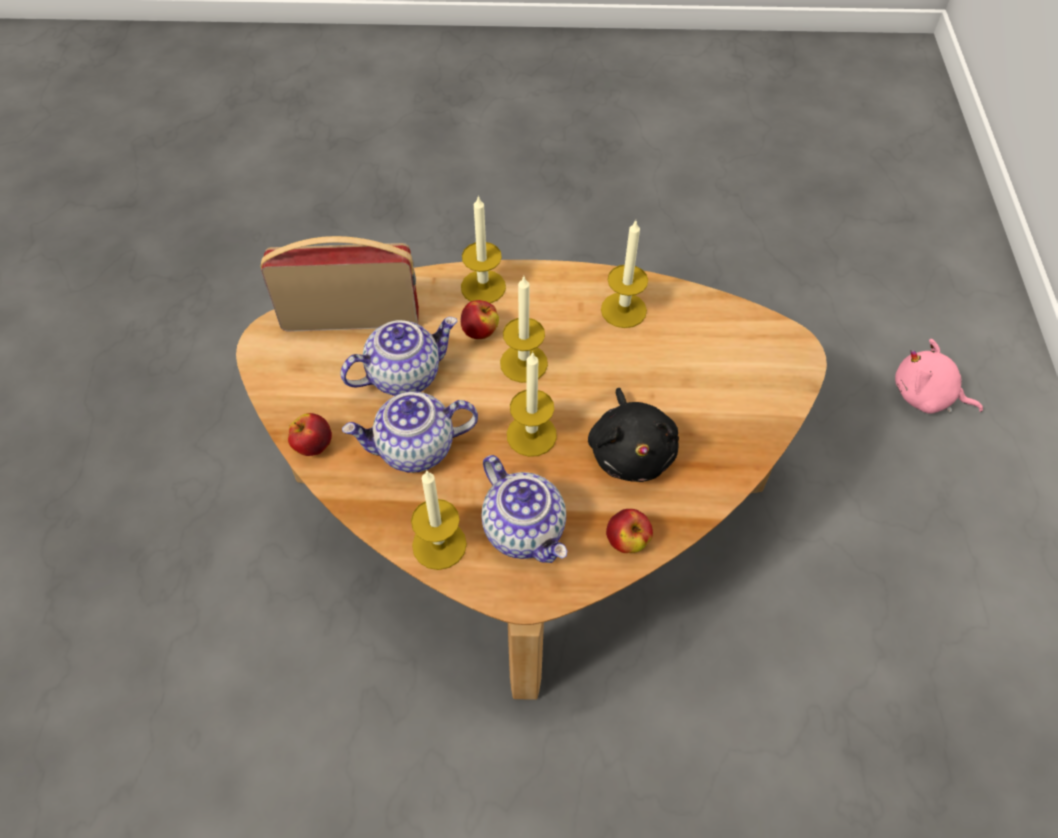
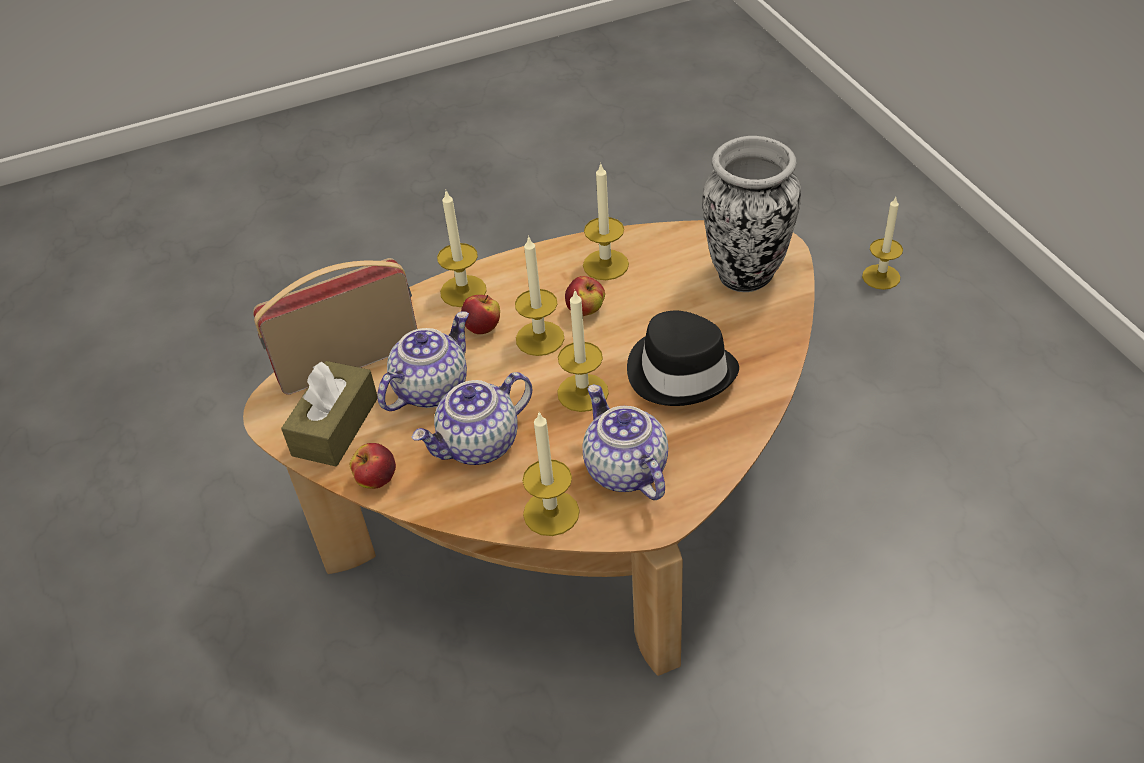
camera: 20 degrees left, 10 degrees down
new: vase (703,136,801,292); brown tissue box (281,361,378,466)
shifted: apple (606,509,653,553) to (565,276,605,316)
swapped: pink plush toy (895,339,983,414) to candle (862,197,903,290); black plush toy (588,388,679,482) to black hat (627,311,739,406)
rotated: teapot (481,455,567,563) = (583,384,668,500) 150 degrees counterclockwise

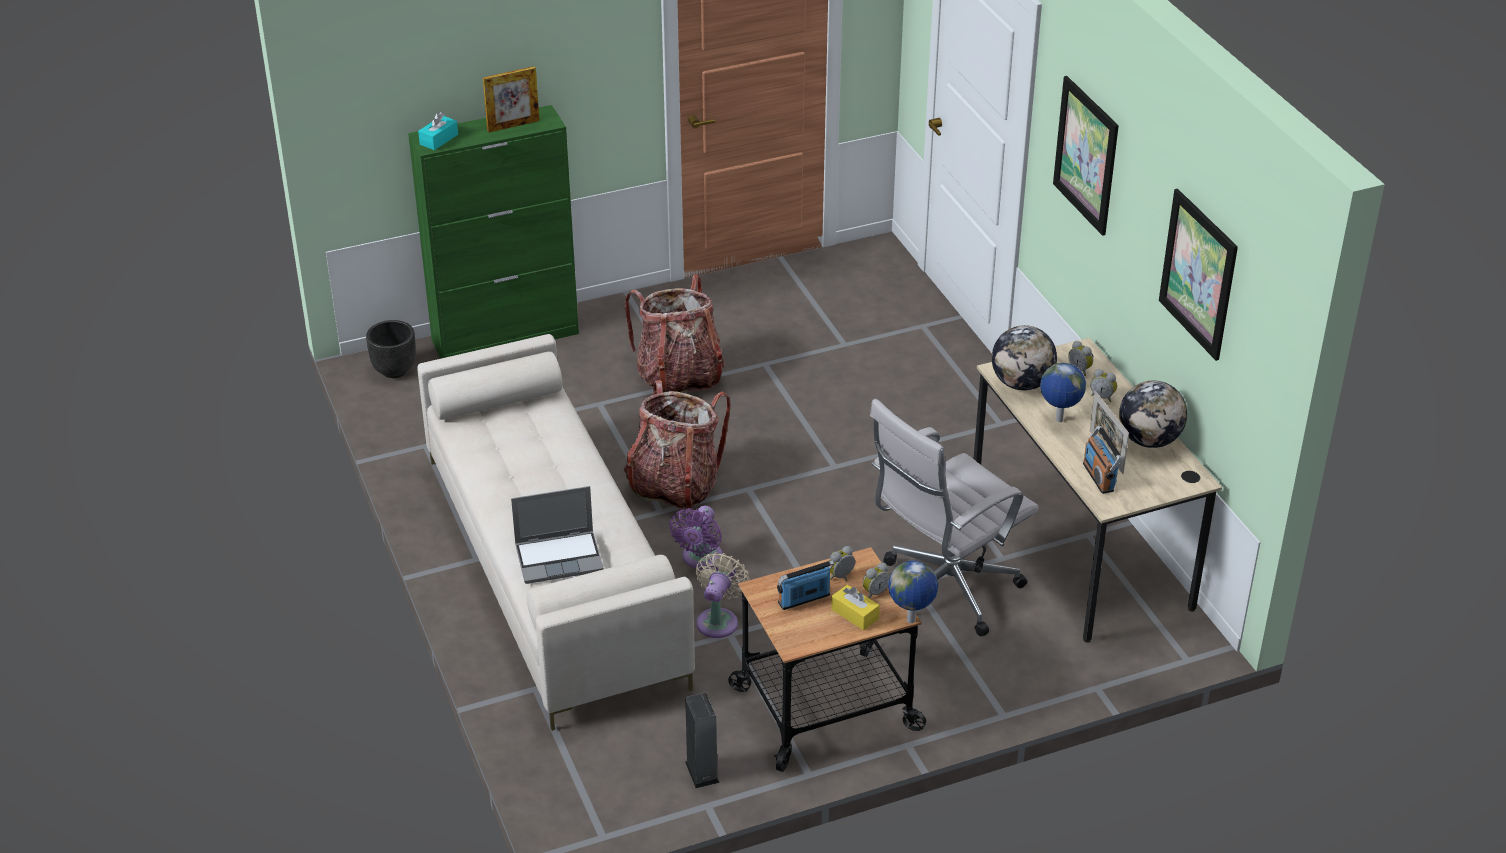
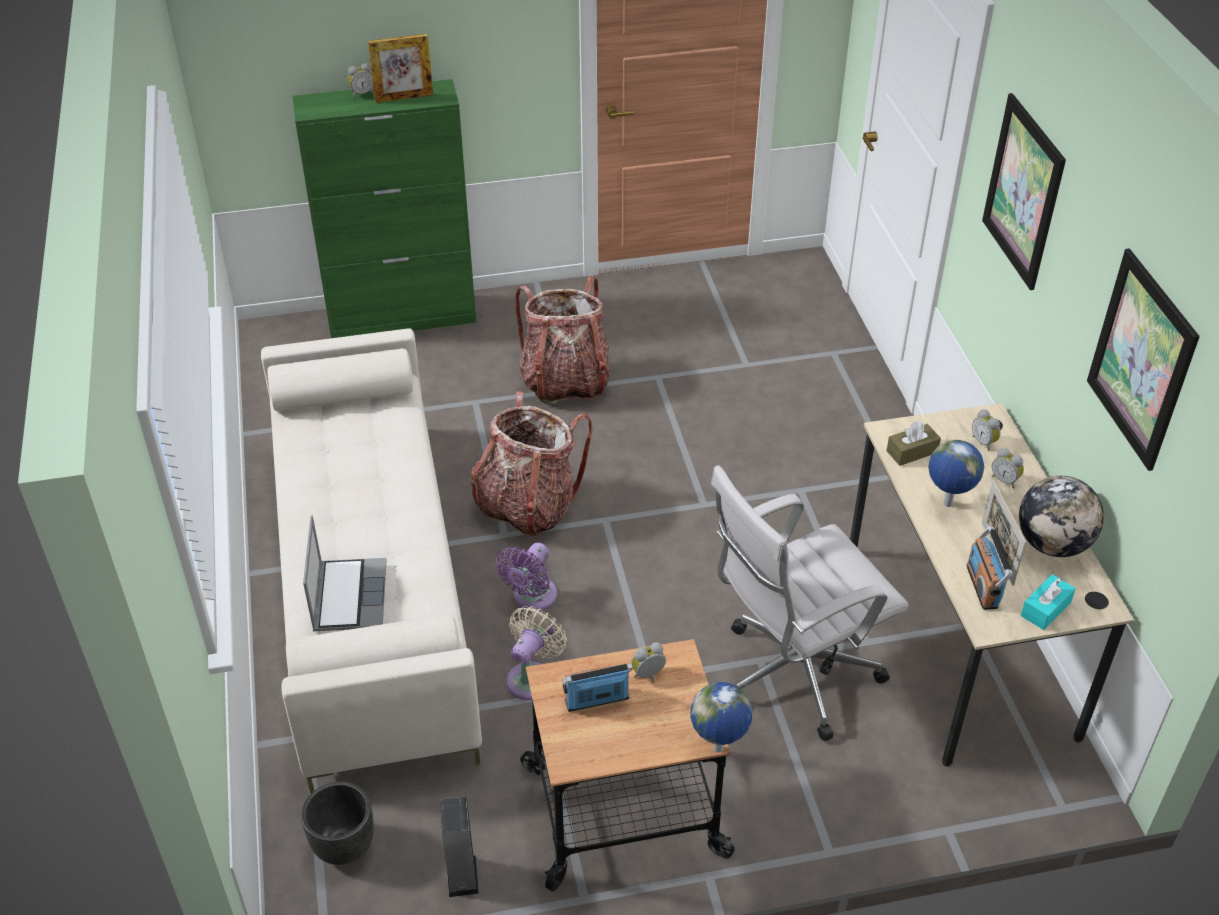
camera: 10 degrees right, 5 degrees up
gone: yellow tissue box (831,585,880,630)
shifted: turquoise tissue box (418,112,458,150) to (1021,574,1076,630); black planter (366,320,416,378) to (301,782,374,865); alarm clock (863,563,890,599) to (347,63,374,98)
swapped: globe (992,325,1057,391) to brown tissue box (886,421,941,466)
rotated: laptop (511,486,604,584) = (303,515,386,631) 90 degrees counterclockwise

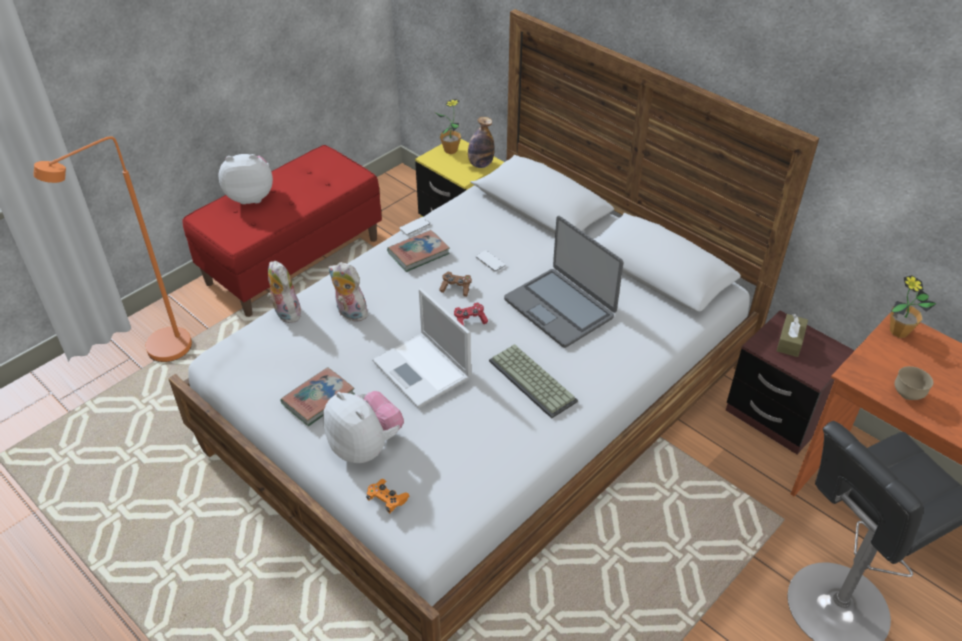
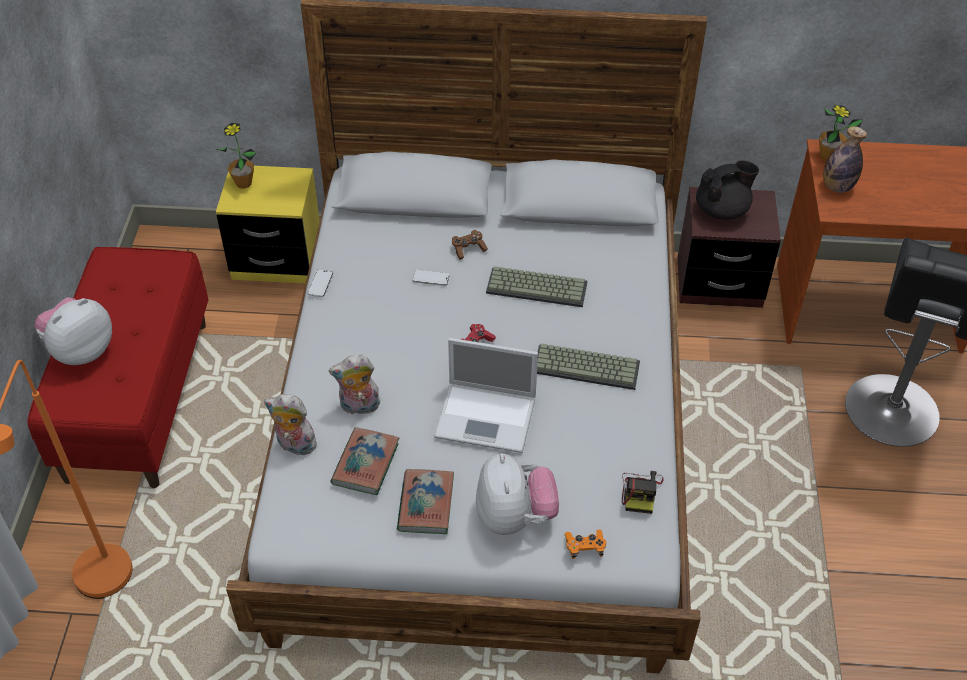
camera: 40 degrees left, 5 degrees up
gone: brown bowl (894,366,933,400)
new: photo camera (622,471,664,514)
shifted: bottle (468,117,495,168) to (823,126,867,193); book (387,230,450,272) to (331,427,399,495); brown game controller (439,272,472,297) to (452,230,488,260)
swapped: laptop (504,216,623,348) to keyboard (486,266,588,307); brown tissue box (777,314,808,357) to black teapot (696,160,759,220)
rotated: plush toy (323,391,404,463) = (476,453,559,535) 75 degrees clockwise

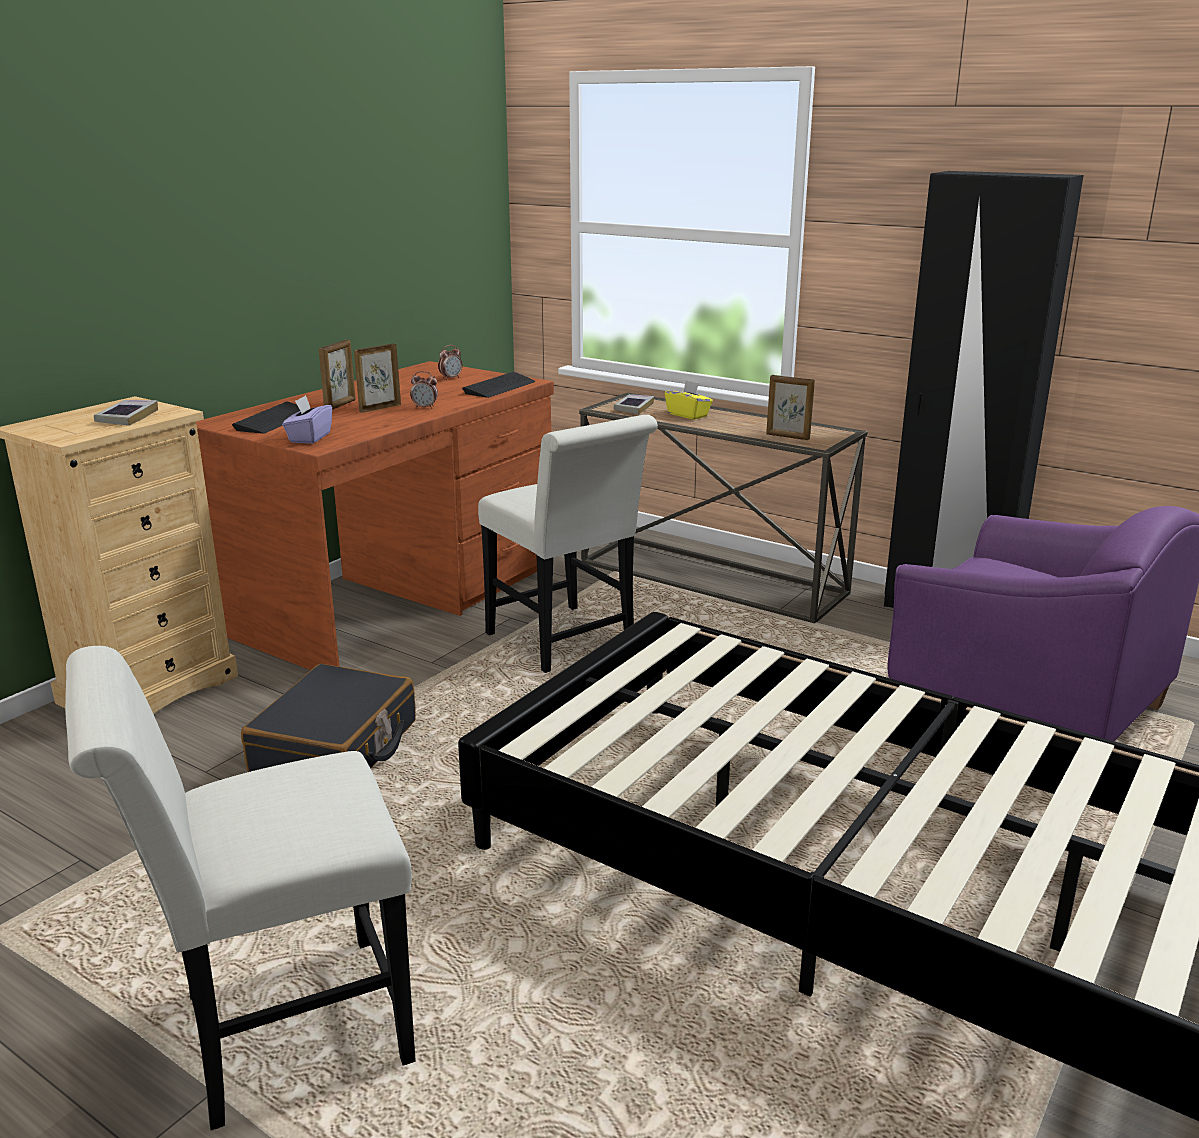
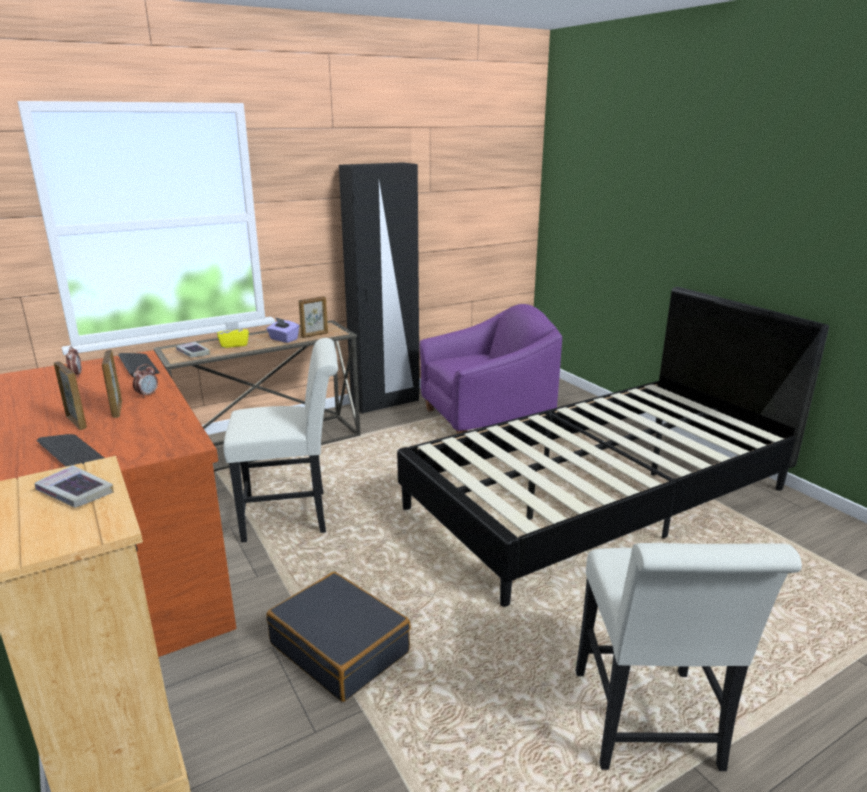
camera: 65 degrees left, 0 degrees up
shifted: purple tissue box (282,395,332,444) to (266,317,299,343)

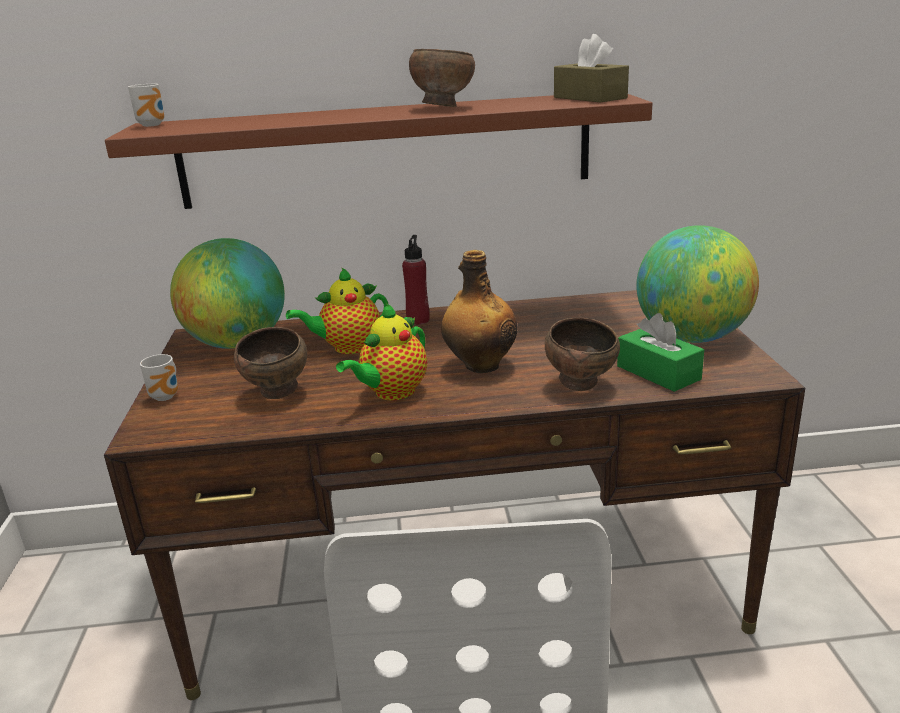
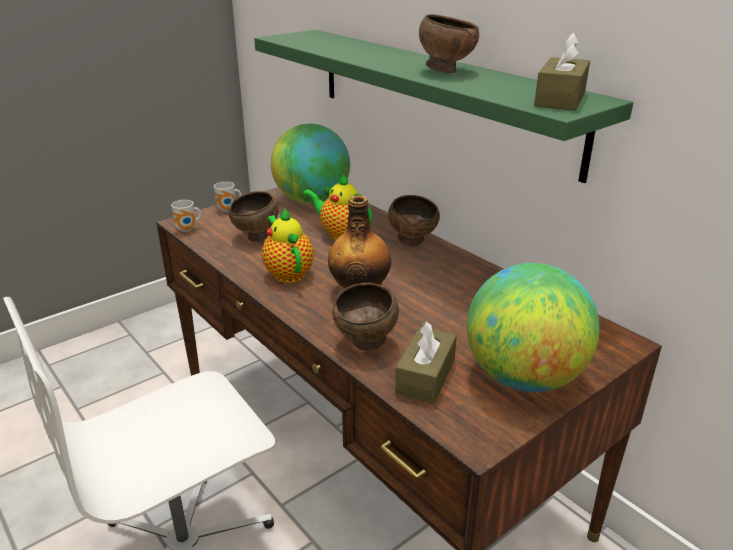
camera: 55 degrees right, 5 degrees up
shifted: mug (128,84,164,127) to (171,200,201,232)
swapped: red bottle (402,235,430,325) to brown bowl (388,195,440,246)
repainted: brown shelf (105,94,652,209) to green shelf (254,30,633,183); green tissue box (617,313,704,392) to brown tissue box (395,321,457,404)
rotated: teapot (336,303,427,401) = (262,207,314,283) 60 degrees clockwise

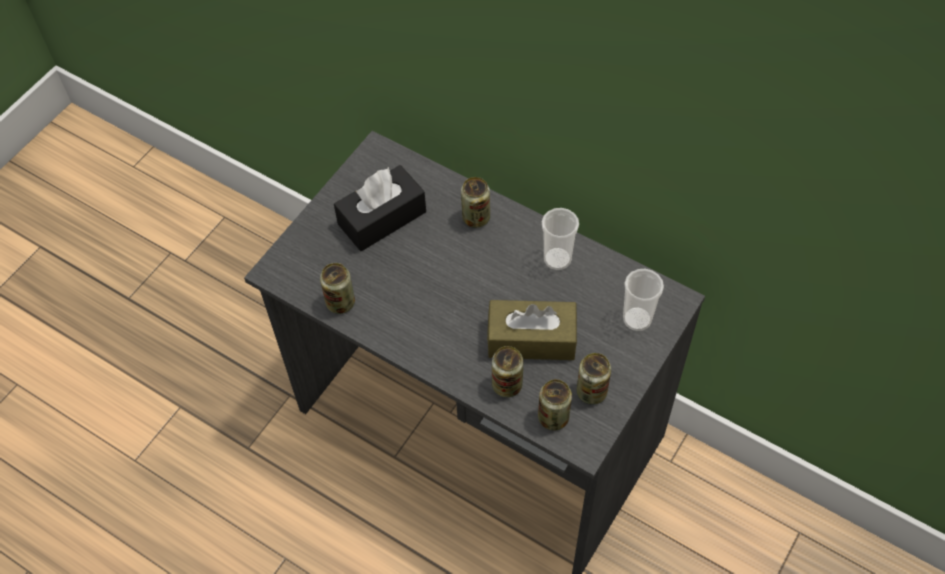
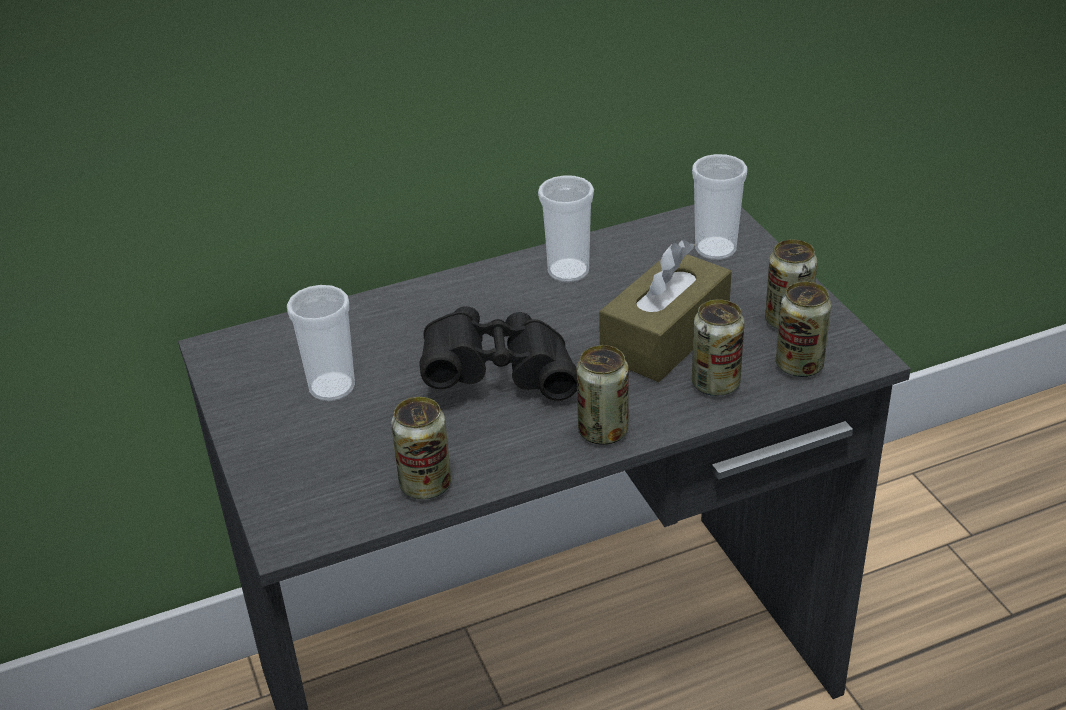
camera: 55 degrees left, 20 degrees down
new: black binoculars (420,306,577,401)
shifted: can (461,177,490,228) to (576,345,629,445)
swapped: black tissue box (334,165,426,251) to cup (287,285,355,401)

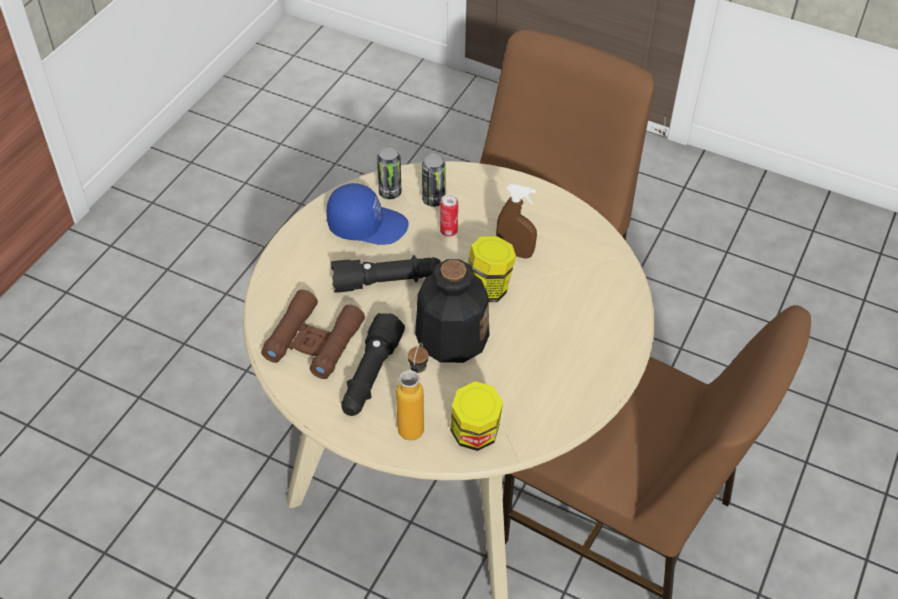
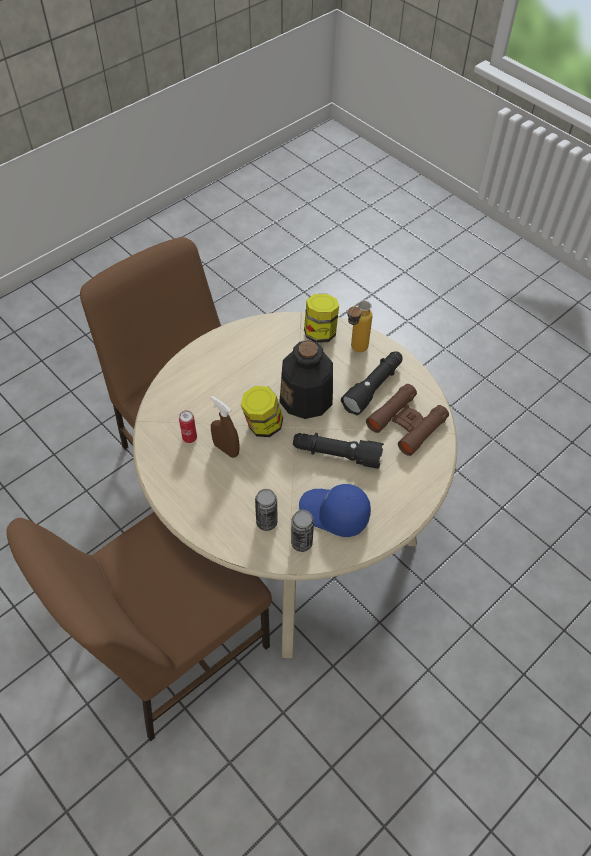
camera: 160 degrees left, 5 degrees up
shifted: can (440,194,458,237) to (179,410,197,443)

